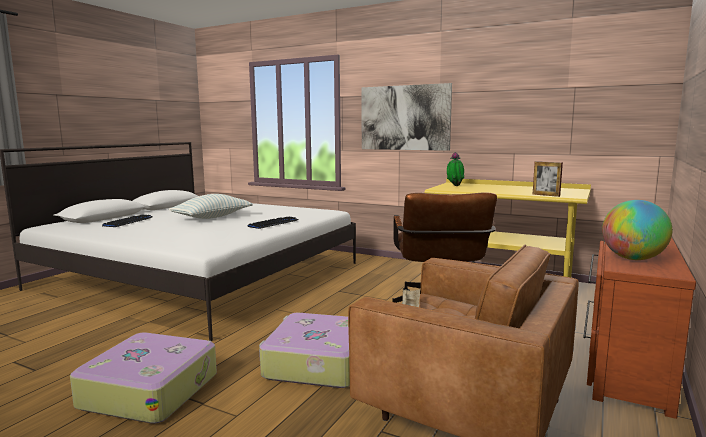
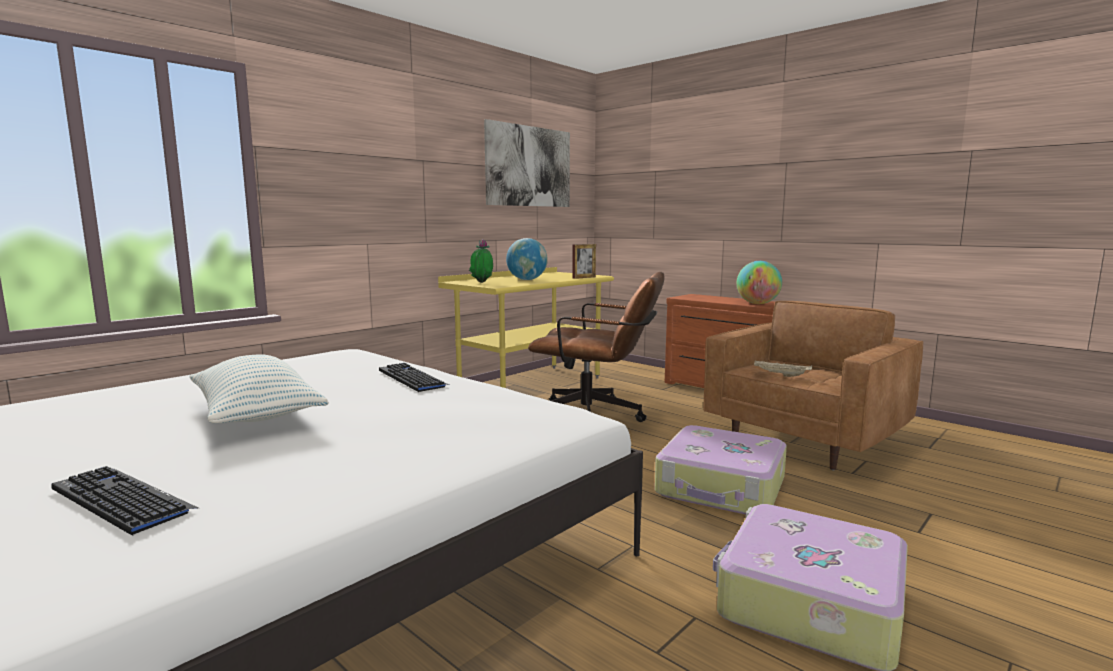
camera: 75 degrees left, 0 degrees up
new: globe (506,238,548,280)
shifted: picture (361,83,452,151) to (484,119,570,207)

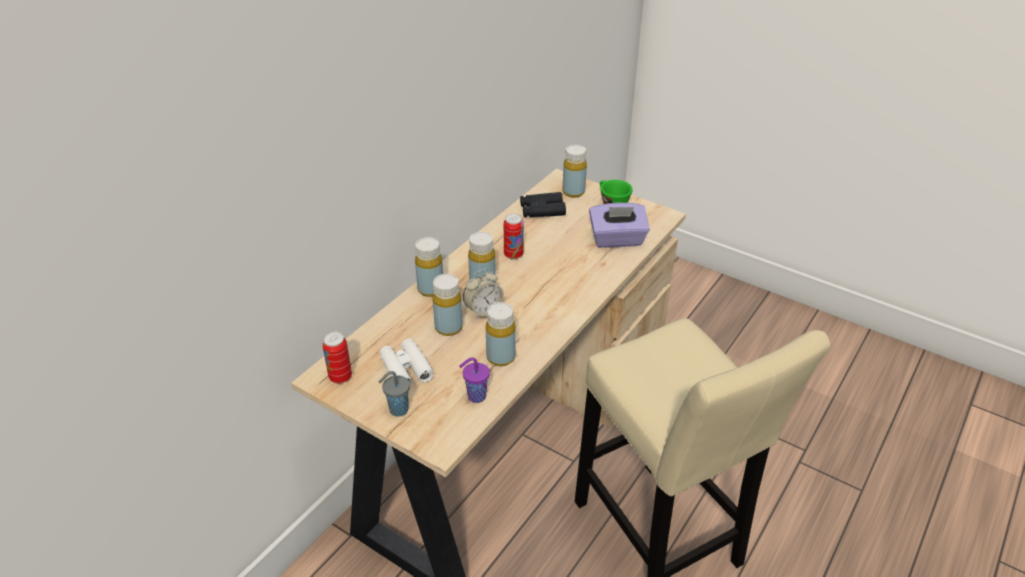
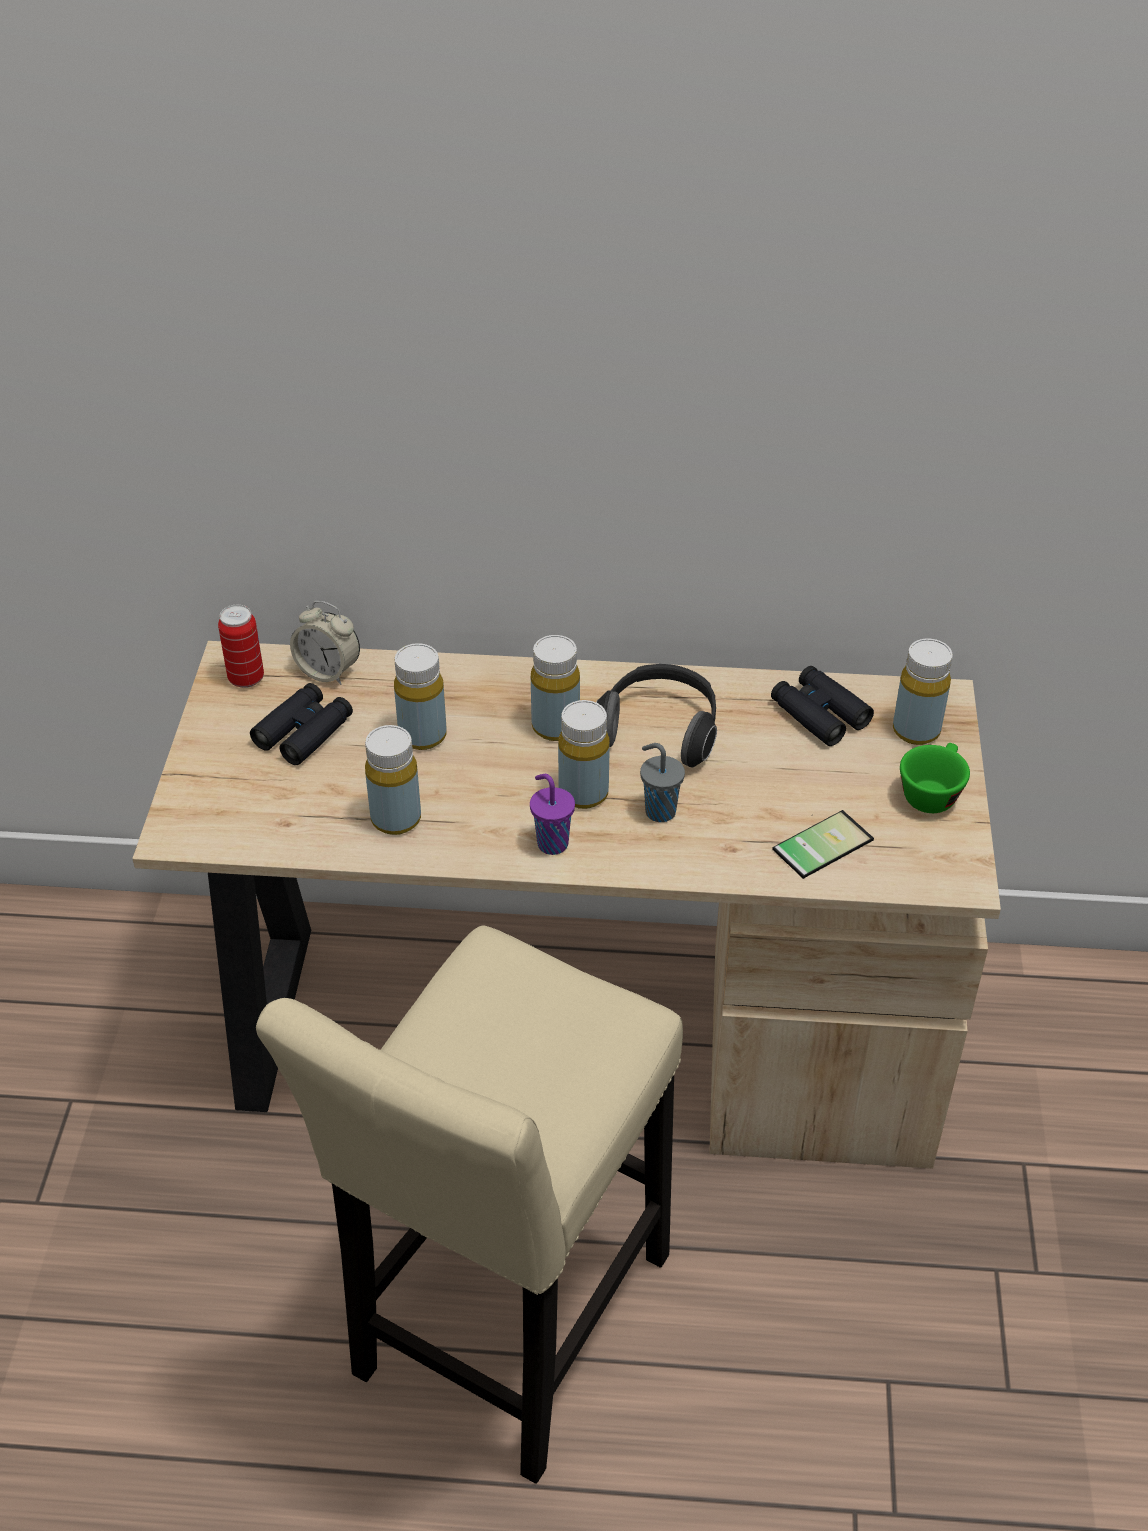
camera: 60 degrees right, 5 degrees up
shifted: yellow bottle (415,237,443,297) to (558,700,610,809); alarm clock (463,269,504,320) to (290,601,360,685); purple cup (459,357,490,403) to (530,774,575,855); grey cup (378,371,410,417) to (640,743,685,822)
swapped: purple tissue box (589,203,650,248) to phone (772,810,874,879); can (504,213,524,260) to headphones (596,664,717,768)
repainted: white binoculars (379,339,434,385) to black binoculars (250,683,353,765)

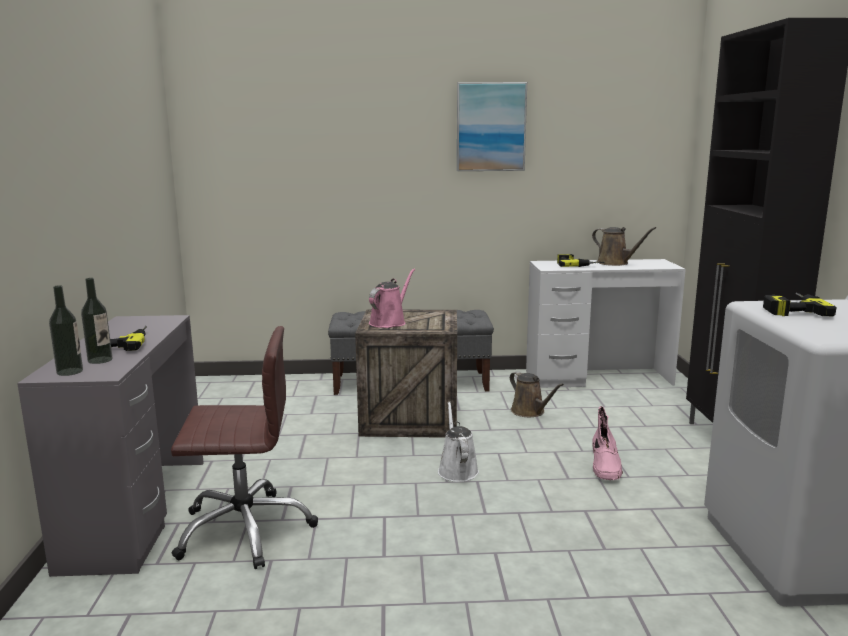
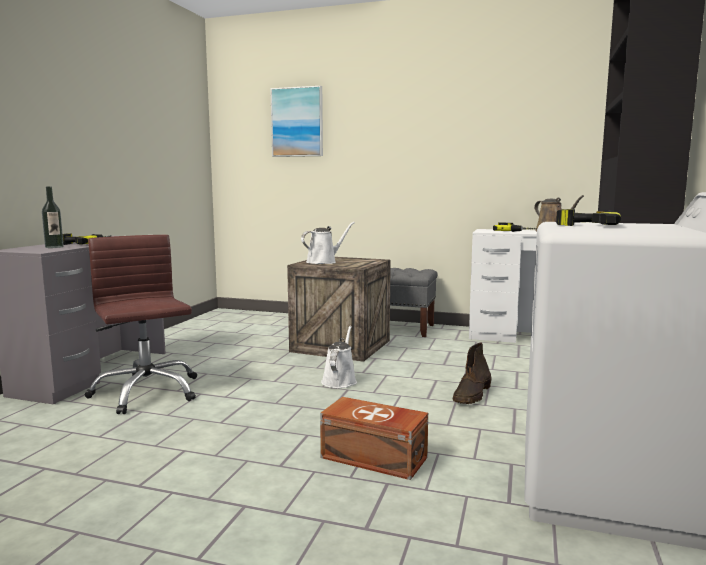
camera: 20 degrees right, 5 degrees down
gone: bottle (49,285,83,376); brown watering can (510,371,564,417)
new: brown storage box (320,397,428,480)
shifted: picture (457,82,527,171) to (270,86,323,157)
repainted: pink watering can (369,268,415,328) to white watering can (301,222,355,264); pink boot (592,406,623,480) to brown boot (453,343,491,404)
rotated: brown office chair (171,326,318,569) = (85,235,197,414) 135 degrees counterclockwise

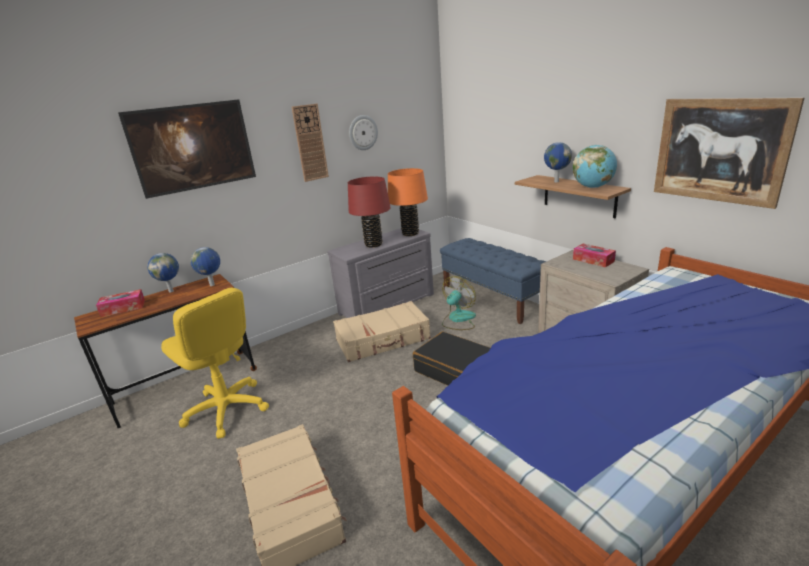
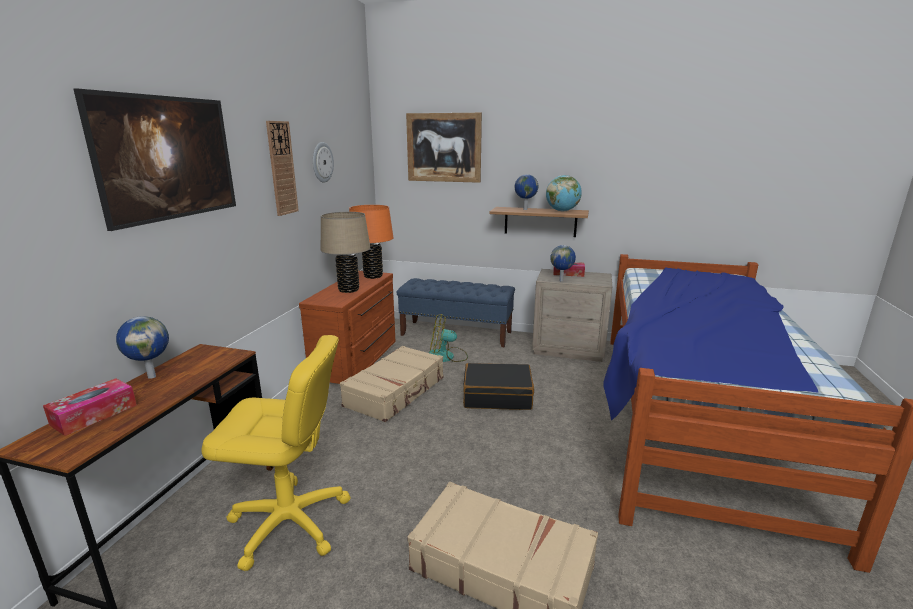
camera: 40 degrees left, 5 degrees down
shifted: picture (654,97,805,209) to (406,113,482,183); globe (190,247,220,286) to (550,245,576,281)
repainted: red table lamp (348,176,391,248) to beige table lamp (321,212,370,293); grey dresser (327,228,434,318) to brown dresser (299,271,396,384)
rotated: fan (442,276,476,330) = (429,314,468,362) 90 degrees counterclockwise

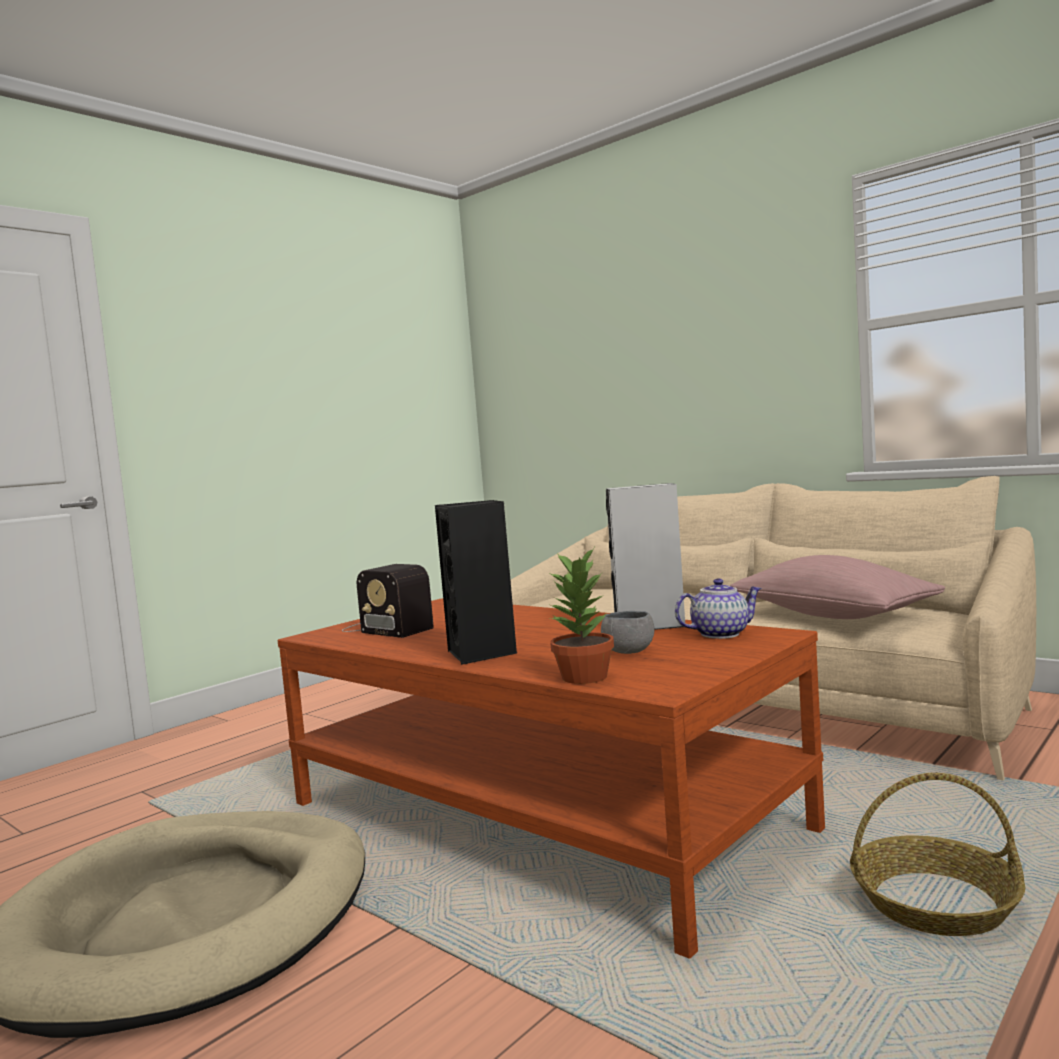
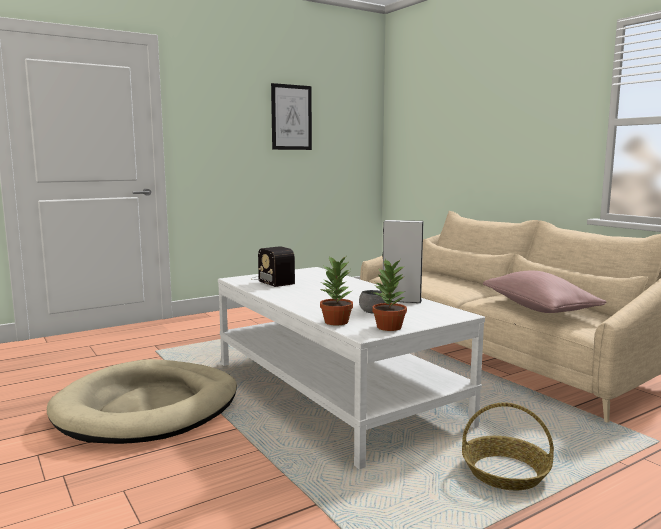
camera: 15 degrees right, 5 degrees up
gone: black speaker (435,500,517,665); teapot (675,579,762,639)
new: picture (271,83,312,150); potted plant (372,259,407,331)
repainted: brown coffee table (278,598,825,959) to white coffee table (218,267,485,469)

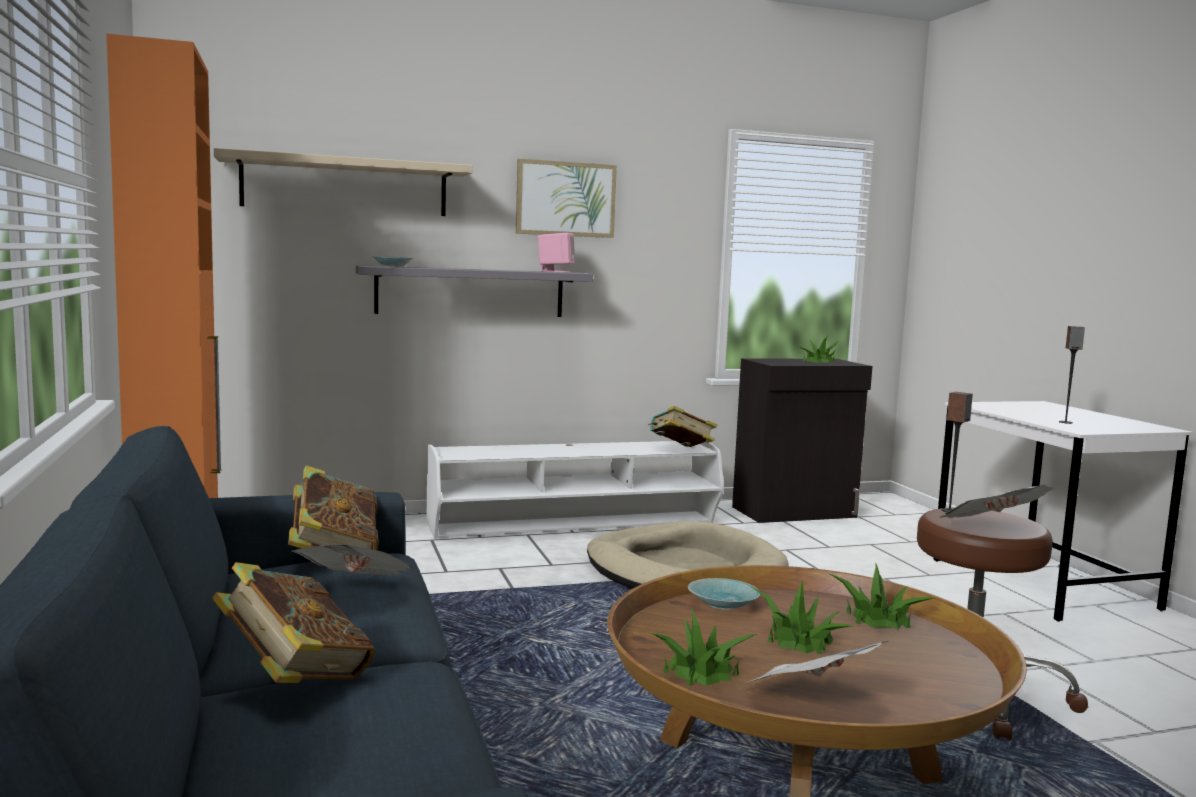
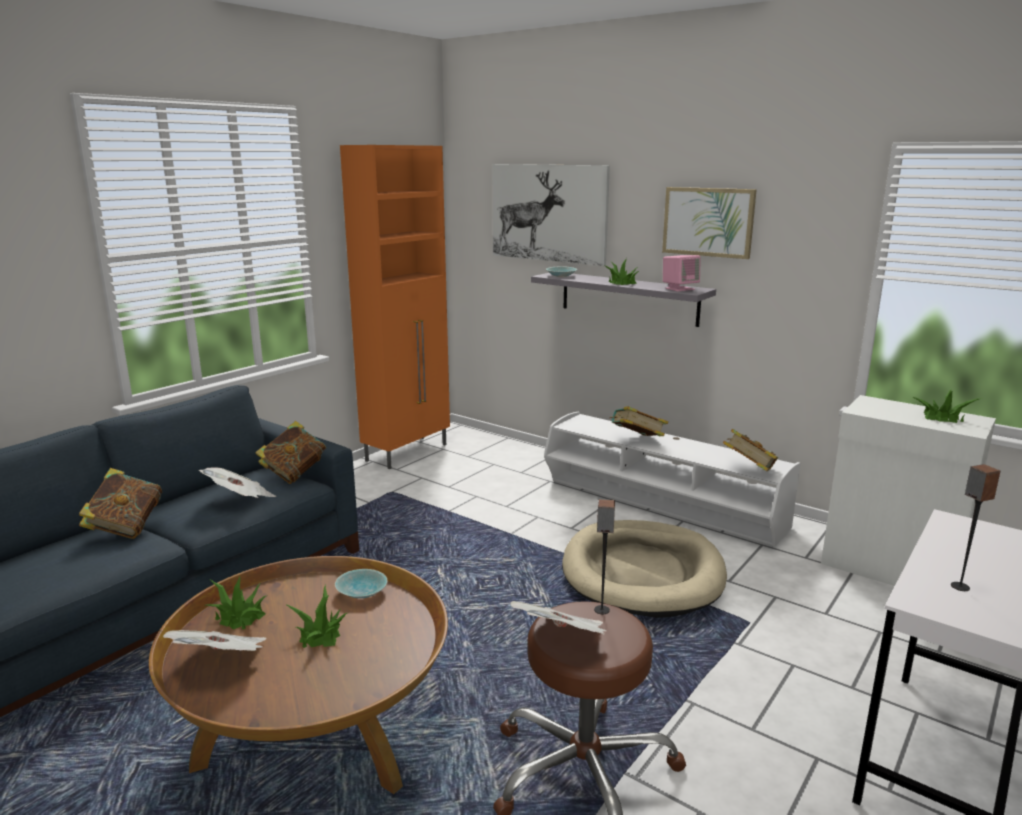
camera: 55 degrees right, 10 degrees up
new: book (610,406,668,436)
shifted: potted plant (828,562,935,629) to (603,258,639,285)
swapped: beige shelf (214,148,473,216) to picture (492,164,610,266)
repainted: black cabinet (732,358,872,523) to white cabinet (821,395,996,586)

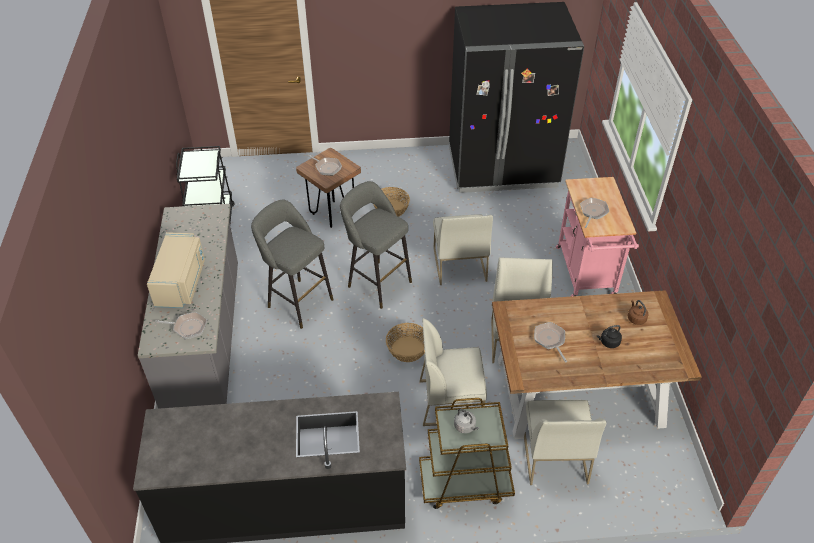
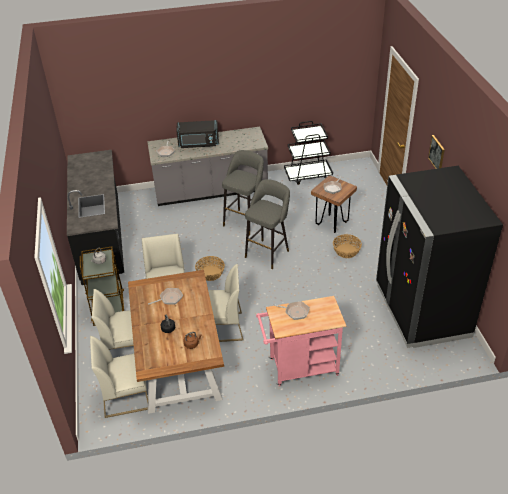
camera: 85 degrees right, 5 degrees down
new: picture (428,135,445,169)
shifted: white chair (433,214,493,285) to (90,336,148,418)
repainted: beige microwave (147,232,205,308) to black microwave (176,120,219,148)

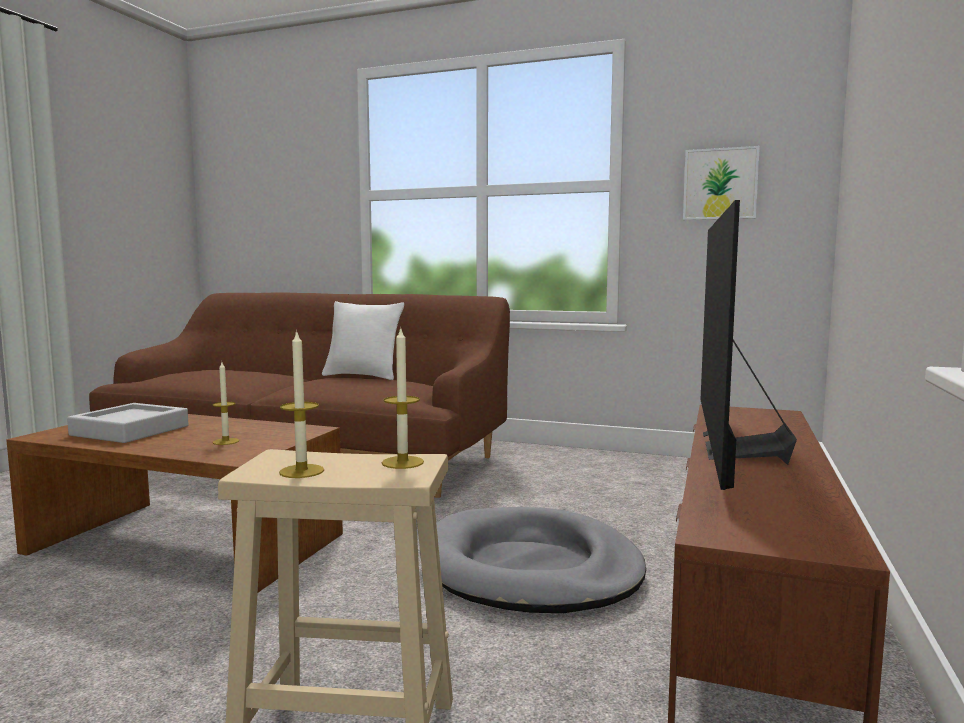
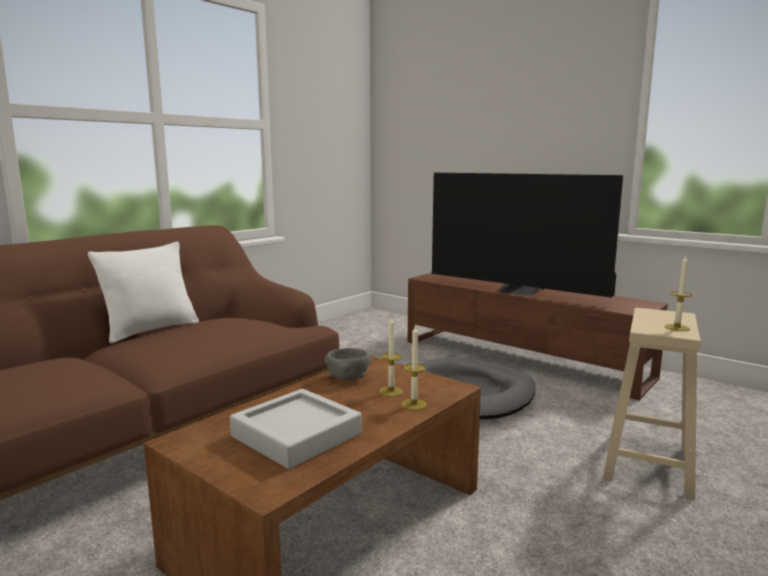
camera: 70 degrees left, 5 degrees up
gone: picture (683,146,760,220)
new: grey bowl (325,348,371,380)
shifted: candle (382,326,424,469) to (402,326,427,410)

